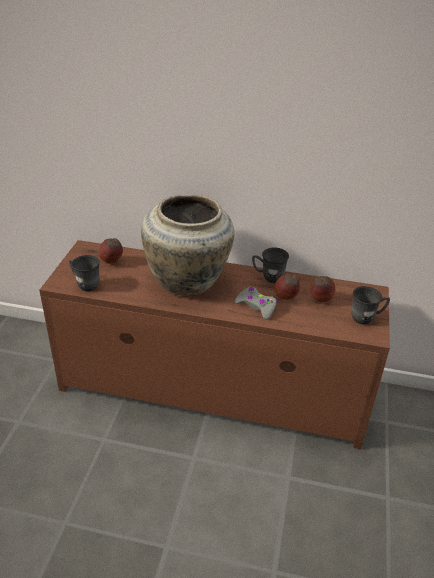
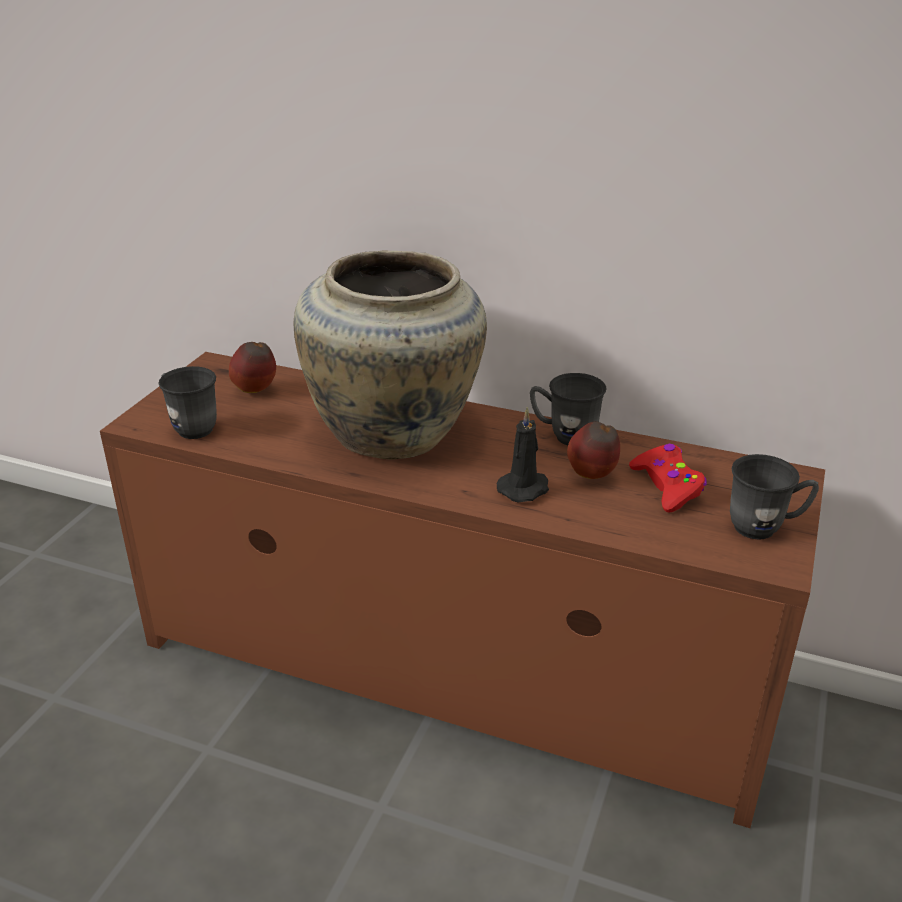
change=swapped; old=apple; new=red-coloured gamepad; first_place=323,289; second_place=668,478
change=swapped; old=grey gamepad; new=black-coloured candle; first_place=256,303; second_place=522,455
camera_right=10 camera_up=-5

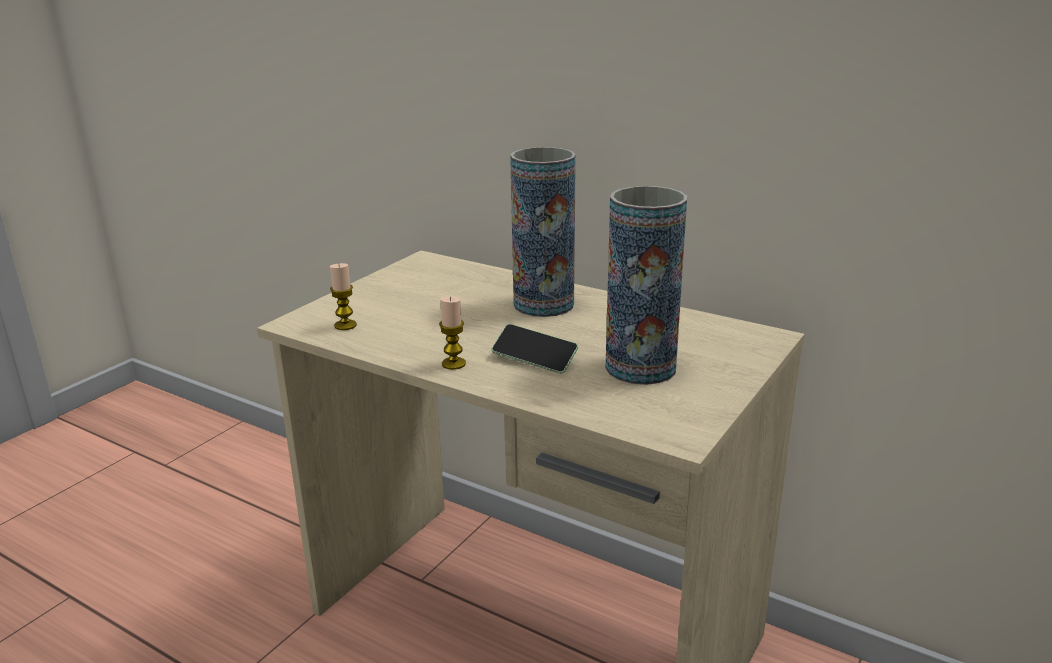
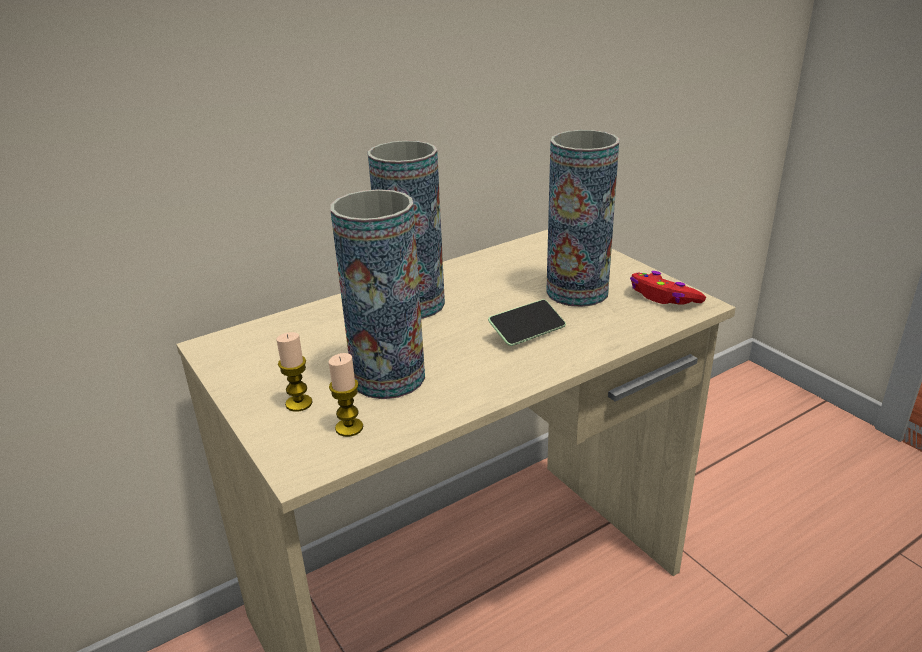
change=shifted; old=candle; first_place=452,333; second_place=294,372
change=new; new=decorative vase; second_place=377,294
change=new; new=red-coloured gamepad; second_place=668,288
camera_right=-65 camera_up=5

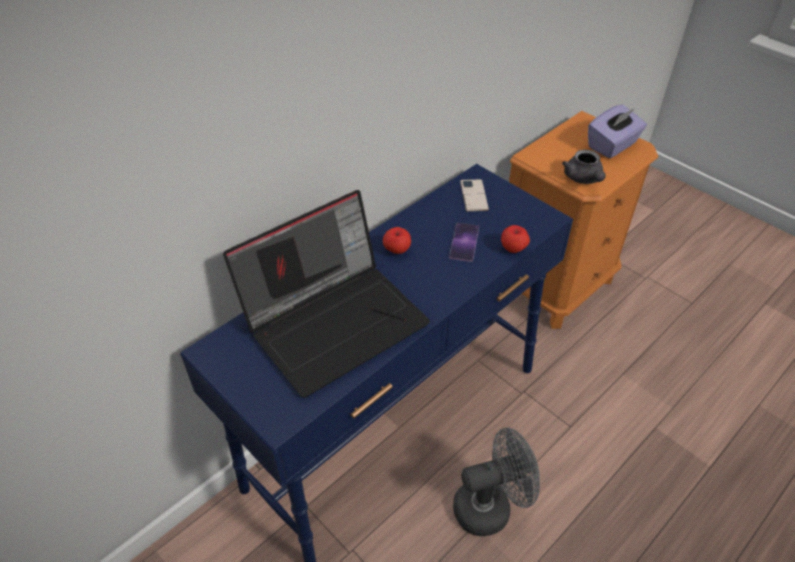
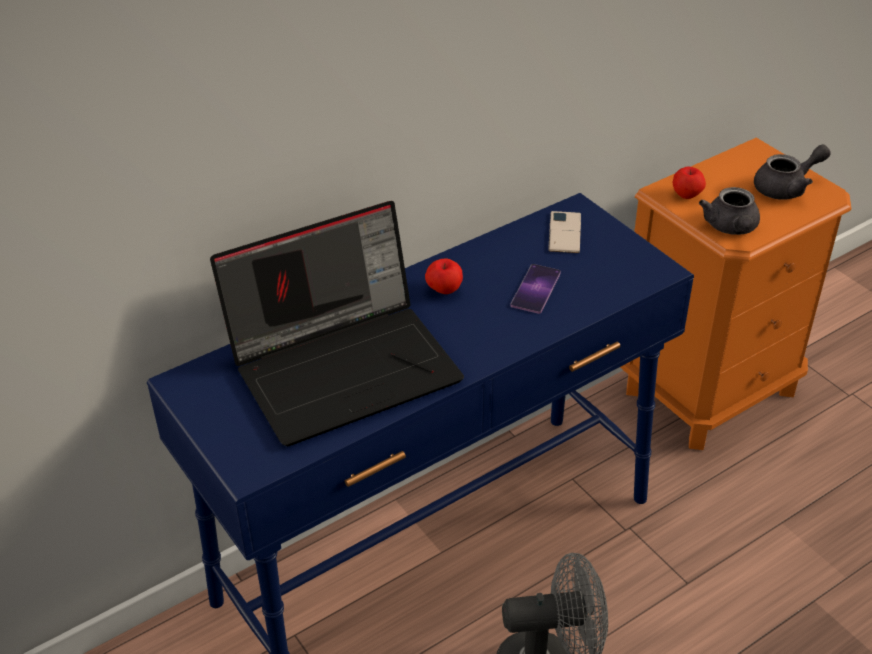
change=swapped; old=purple-coloured tissue box; new=grey teapot; first_place=617,131; second_place=792,172
change=shifted; old=apple; first_place=515,239; second_place=689,182
camera_right=10 camera_up=-5

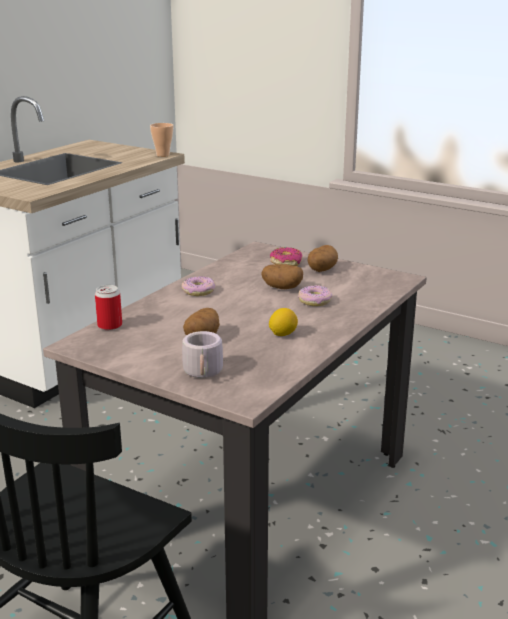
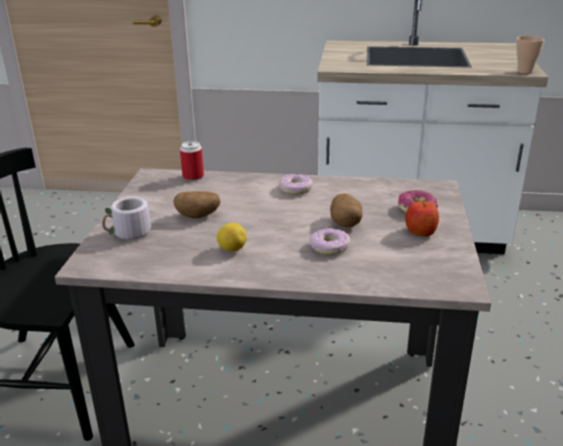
change=swapped; old=whole potato; new=apple; first_place=322,258; second_place=422,219
camera_right=65 camera_up=5

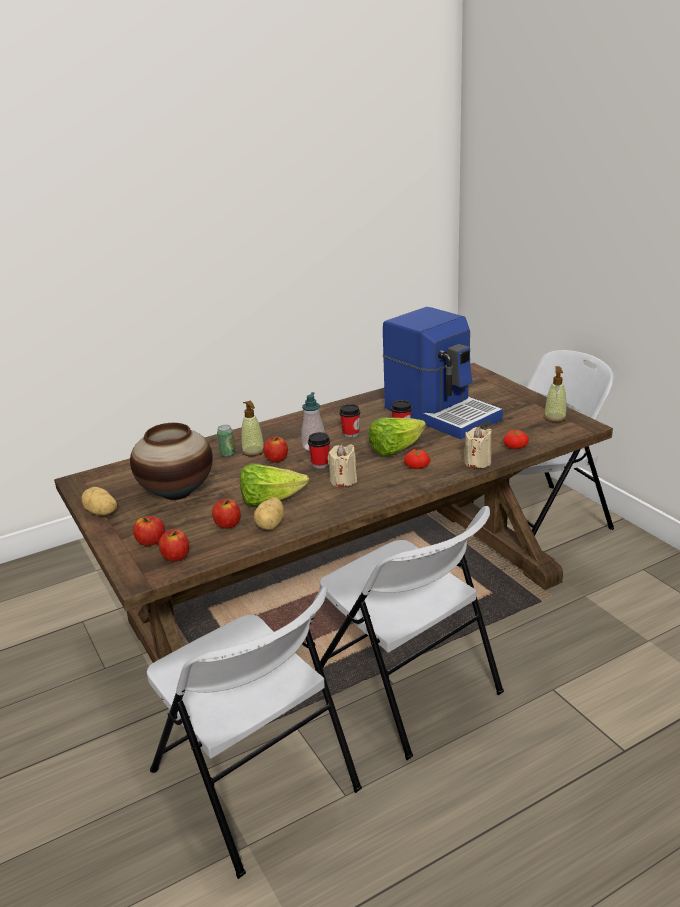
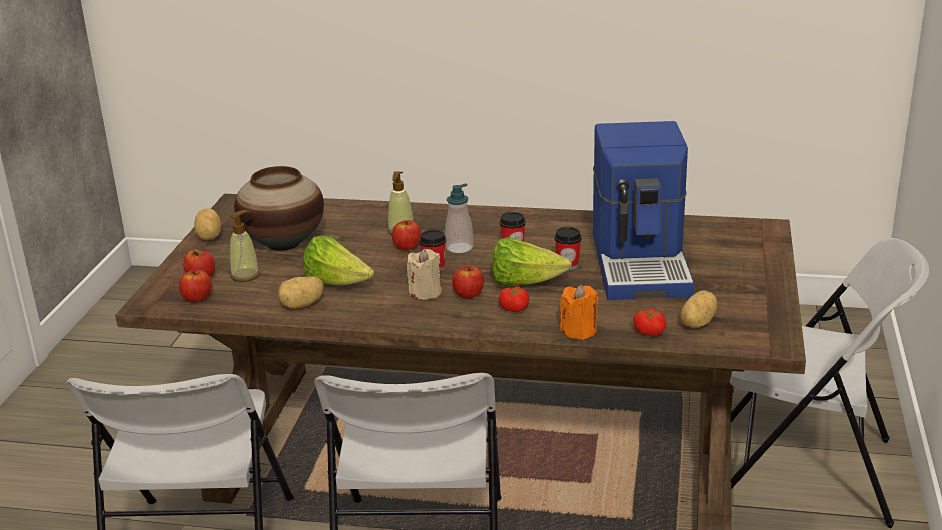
change=shifted; old=soap dispenser; first_place=555,394; second_place=245,246
change=gone; old=can; first_place=226,441
change=repainted; old=sand-coloured candle; new=orange candle; first_place=478,447; second_place=579,312
change=shifted; old=apple; first_place=226,514; second_place=468,282
change=new; new=whole potato; second_place=698,309
camera_right=40 camera_up=0

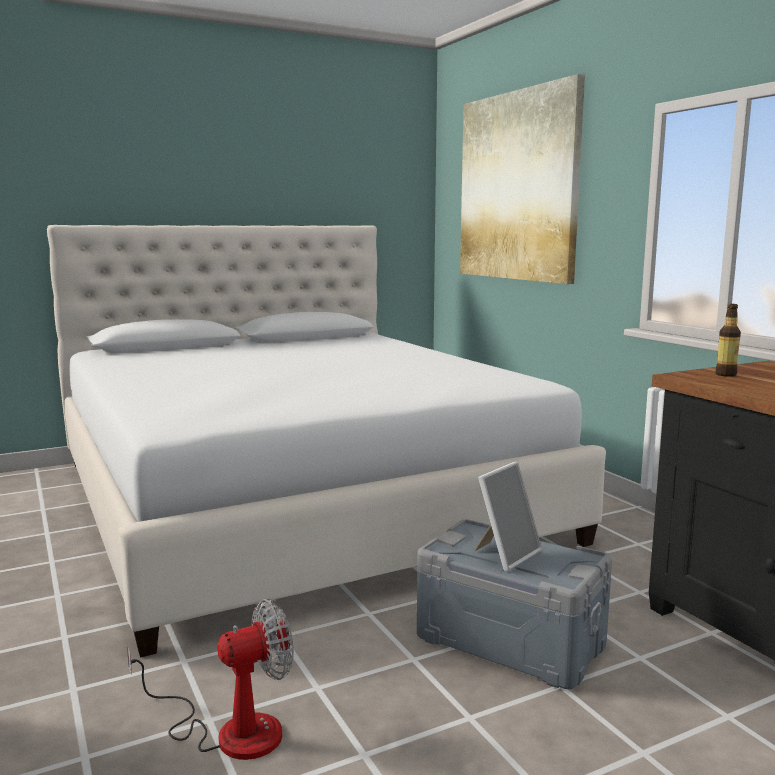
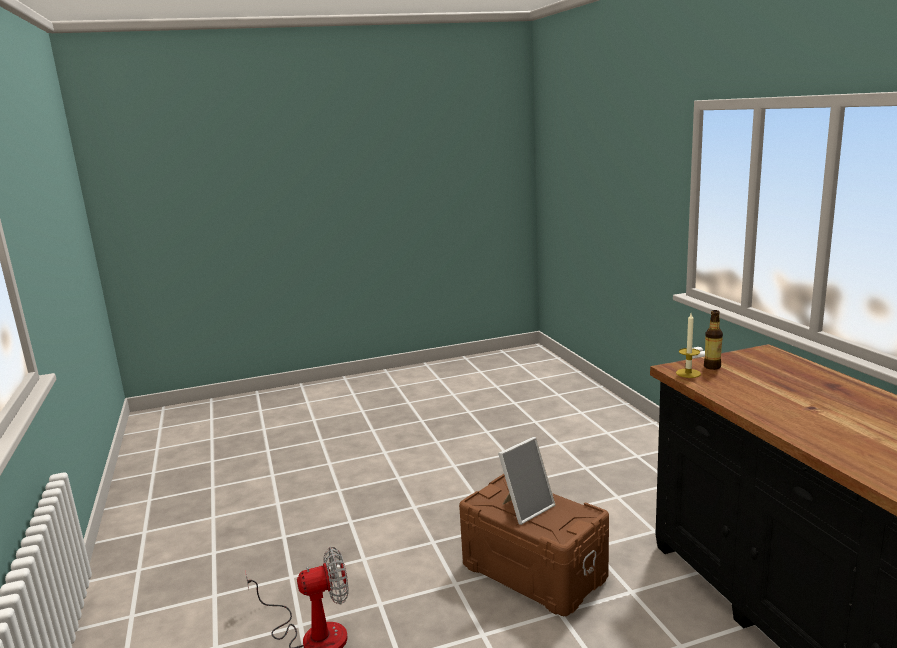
change=gone; old=wall picture; first_place=522,179
change=gone; old=white-coloured bed; first_place=326,441
change=repainted; old=grey storage bin; new=brown storage bin; first_place=514,604; second_place=534,545
change=new; new=candle; second_place=688,345
camera_right=10 camera_up=5

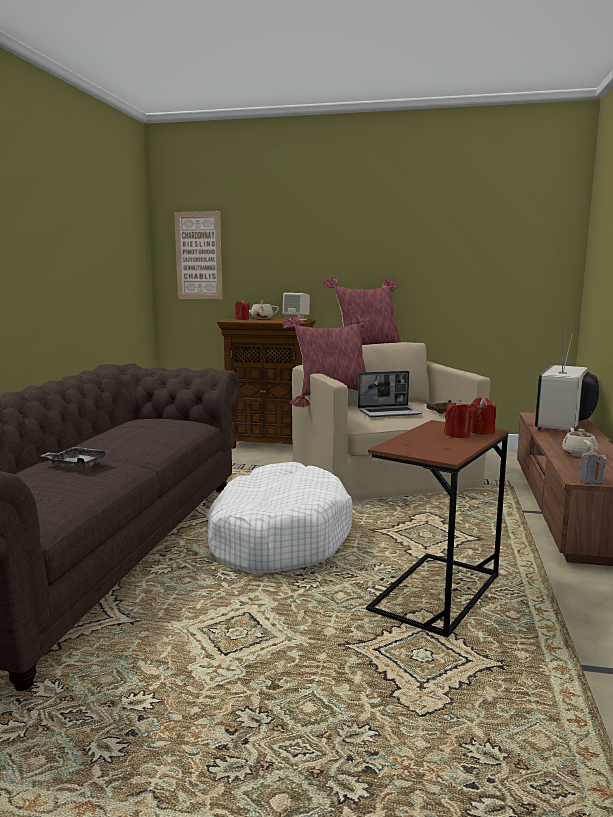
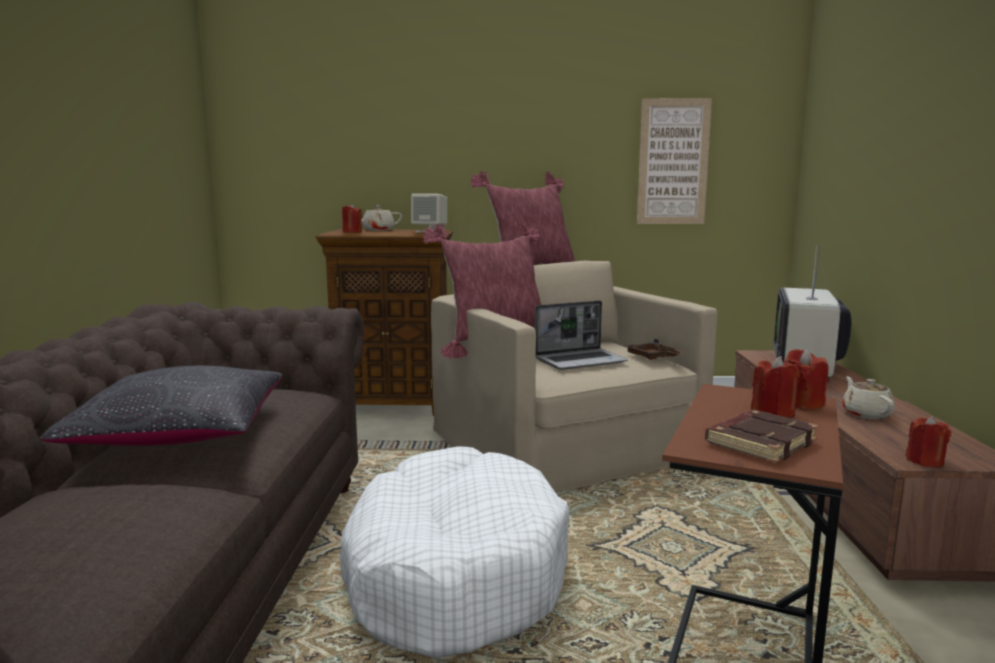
change=shifted; old=wall picture; first_place=198,255; second_place=674,161
change=gone; old=grey tray; first_place=75,458
change=repainted; old=grey candle; new=red-coloured candle; first_place=593,467; second_place=928,441
change=new; new=black-coloured throw pillow; second_place=161,406
change=new; new=brown volume; second_place=761,436
camera_right=-10 camera_up=0

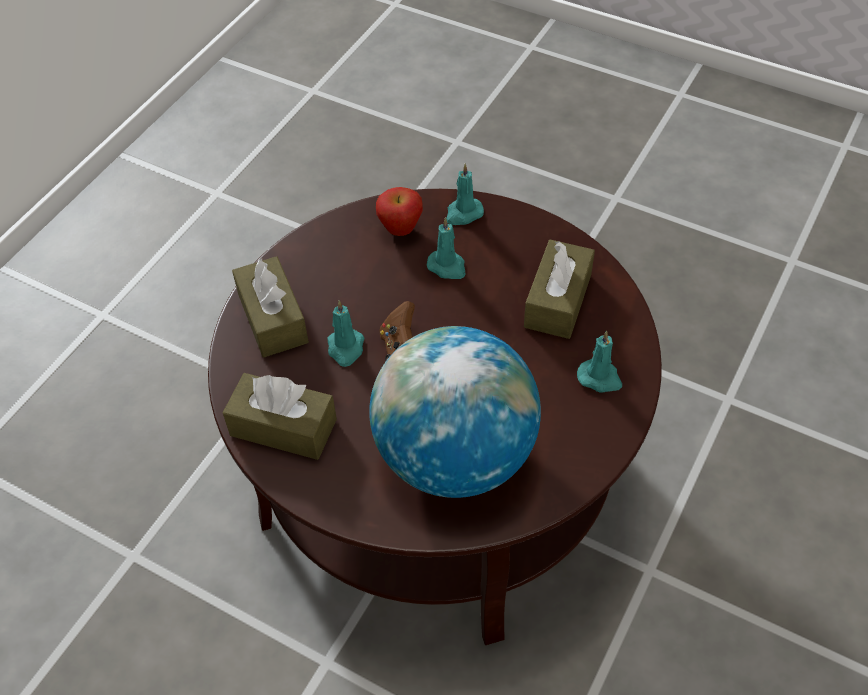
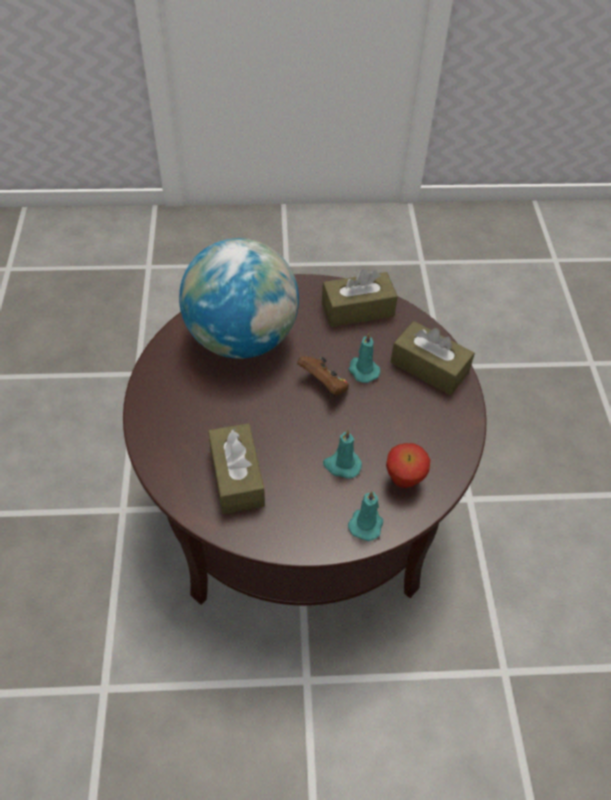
change=gone; old=turquoise candle; first_place=599,361
camera_right=145 camera_up=0

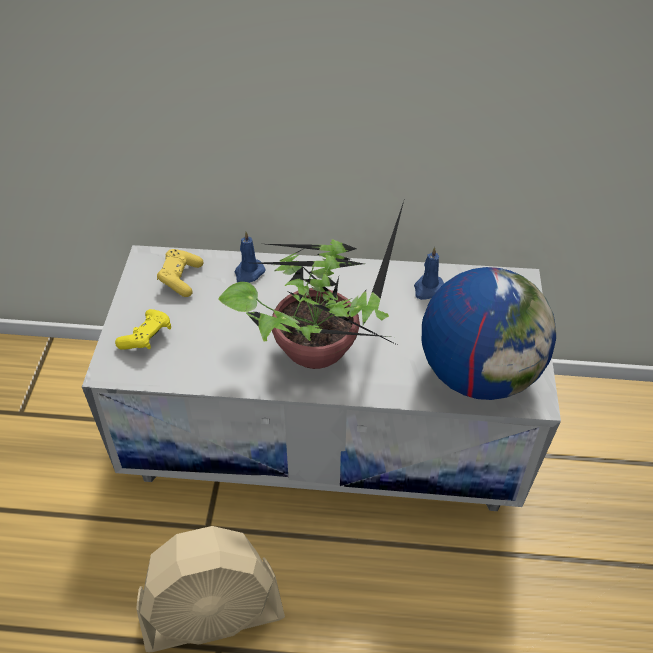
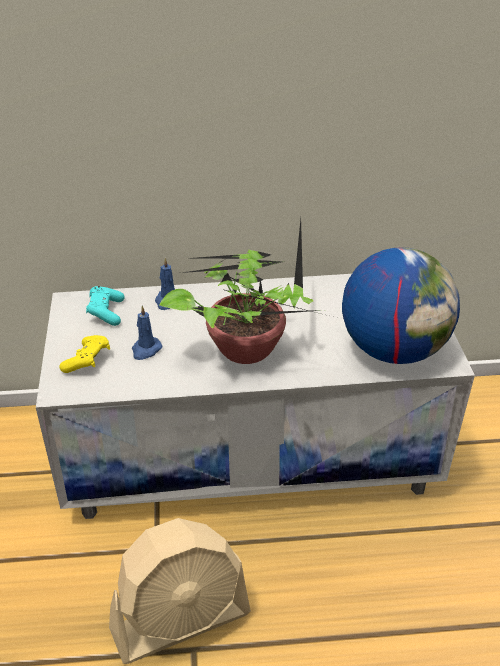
change=shifted; old=blue-coloured candle; first_place=429,273; second_place=147,332
change=repainted; old=yellowish gamepad; new=turquoise gamepad; first_place=180,273; second_place=105,306
camera_right=-10 camera_up=-10

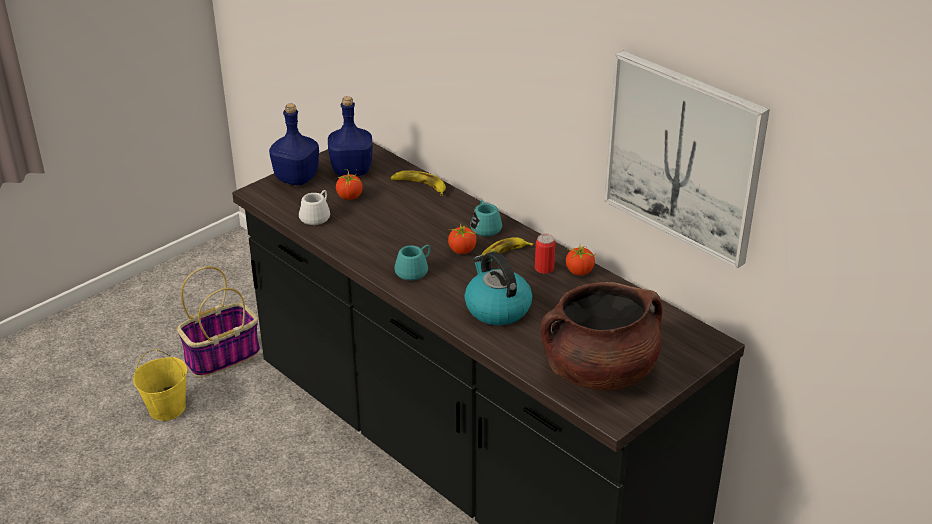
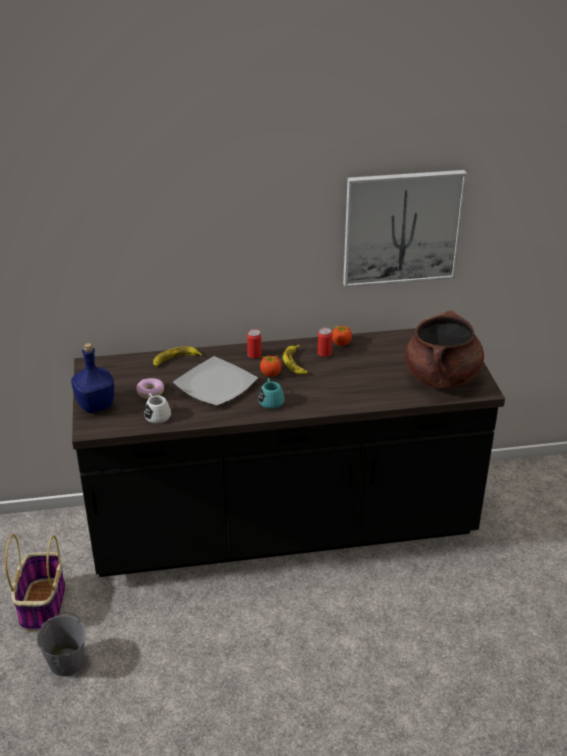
change=gone; old=blue-coloured beverage bottle; first_place=350,136
change=swapped; old=whole tomato; new=doughnut; first_place=349,184; second_place=150,388
change=swapped; old=turquoise mug; new=can; first_place=486,218; second_place=254,344
change=gone; old=tea kettle; first_place=498,288
change=repainted; old=yellowish pail; new=grey pail; first_place=160,385; second_place=61,644
change=new; new=plate; second_place=215,381
camera_right=-55 camera_up=0

